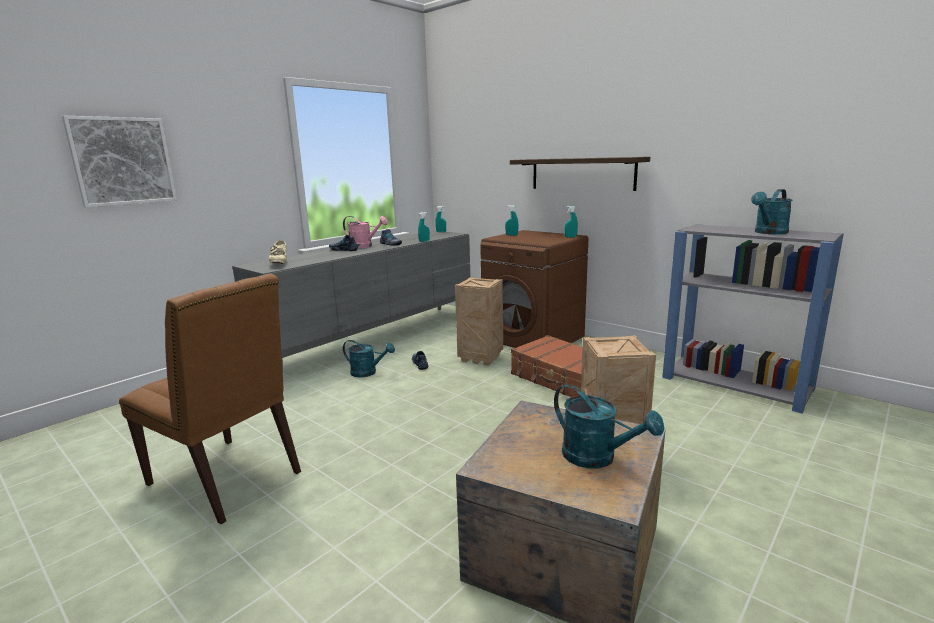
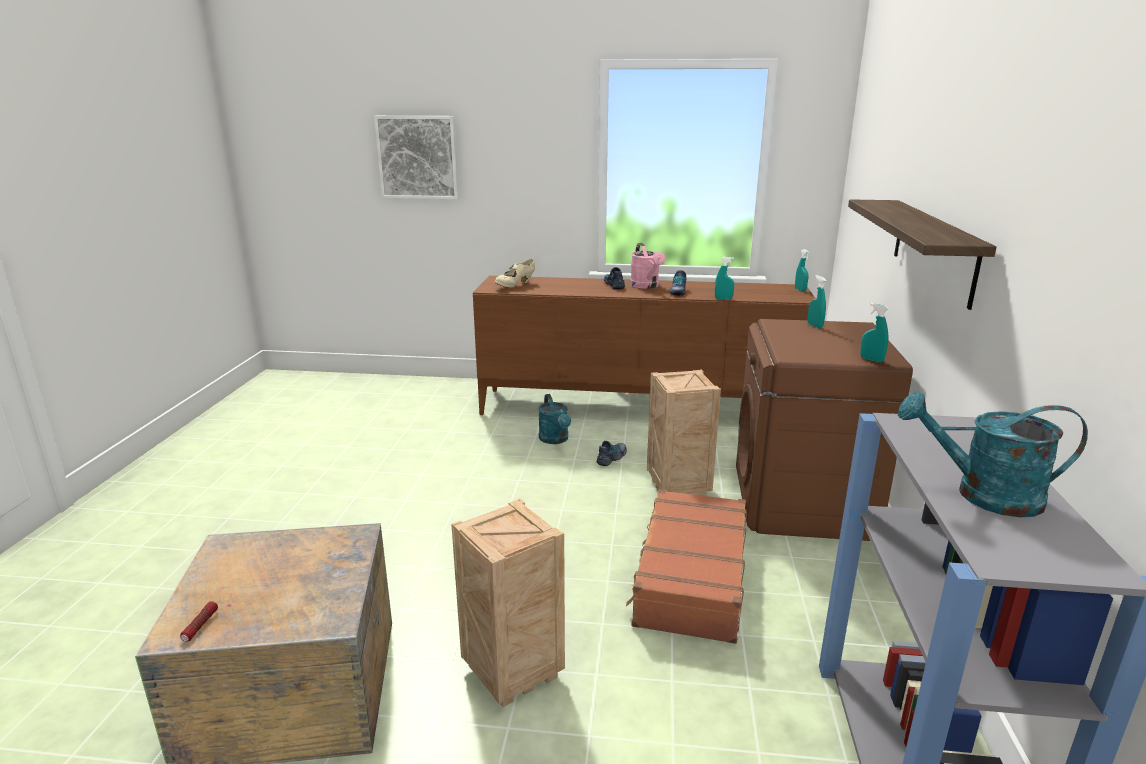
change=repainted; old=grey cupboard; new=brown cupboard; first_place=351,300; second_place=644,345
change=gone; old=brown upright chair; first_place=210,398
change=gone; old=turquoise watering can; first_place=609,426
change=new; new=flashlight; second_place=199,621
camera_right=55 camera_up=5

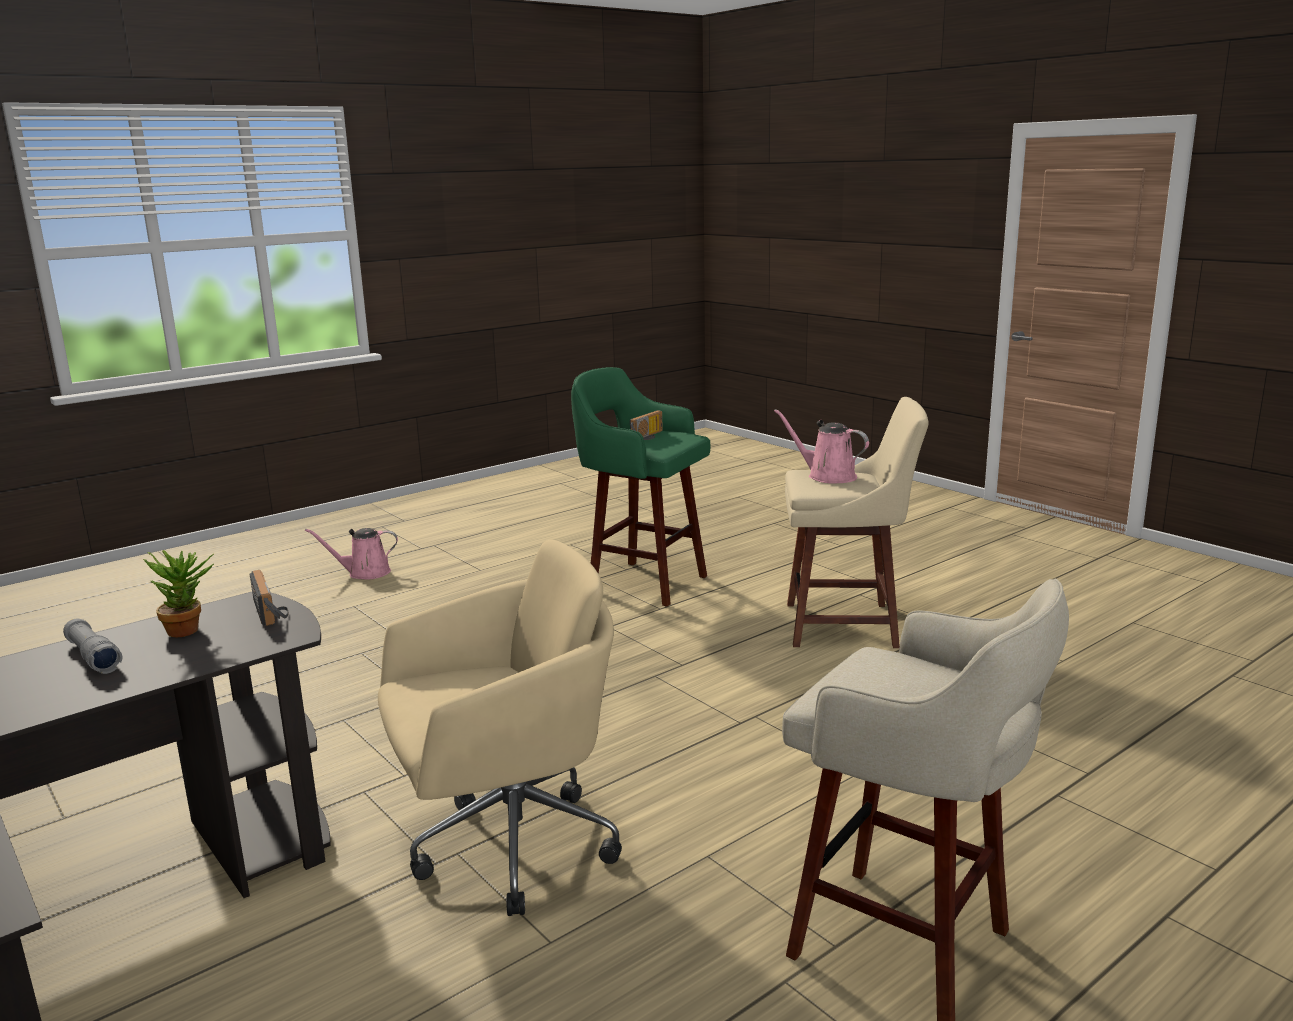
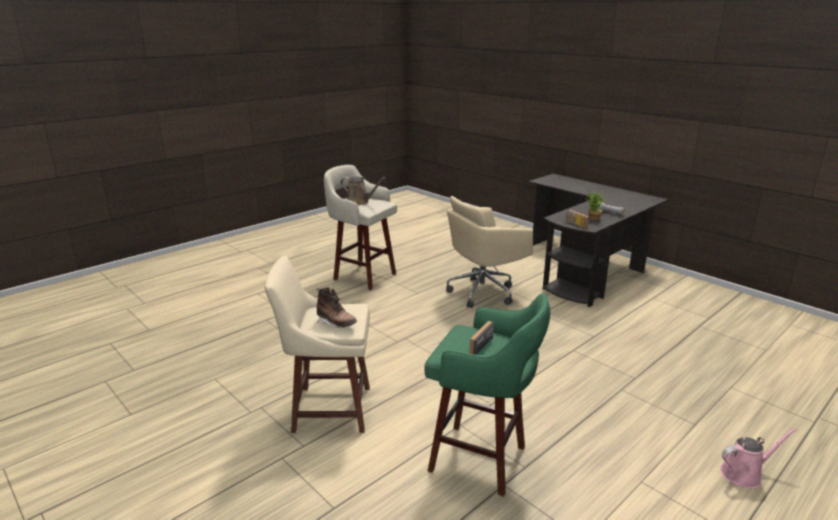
change=swapped; old=pinkish watering can; new=brown tall boot; first_place=821,446; second_place=336,307
change=new; new=brown watering can; second_place=363,190
camera_right=175 camera_up=5

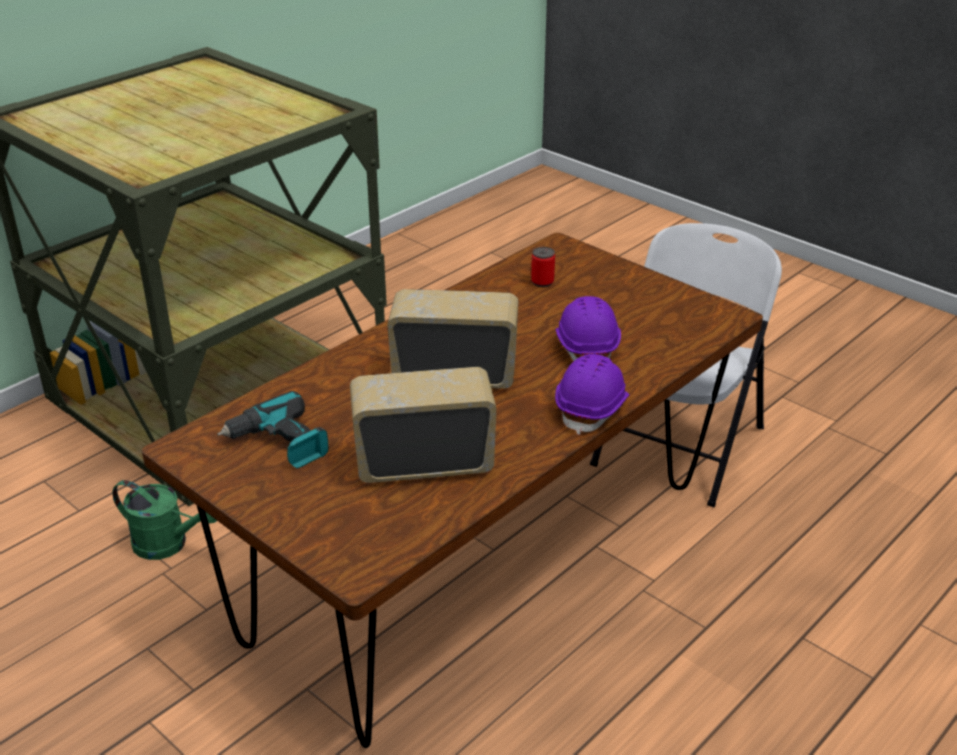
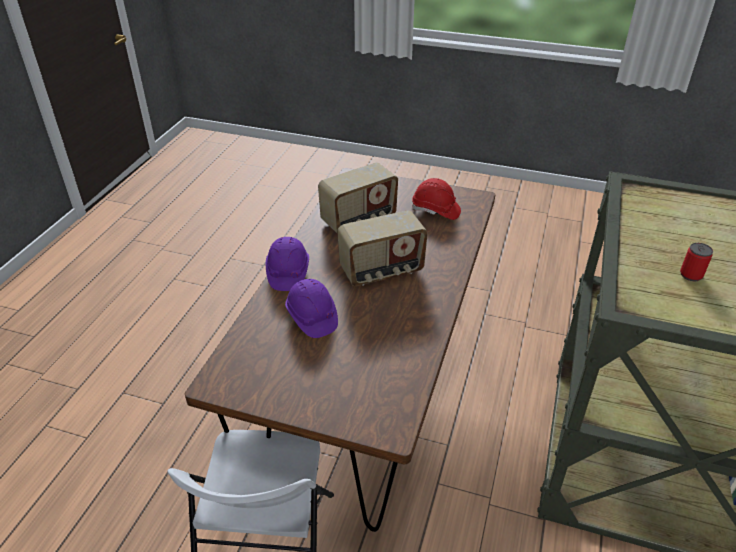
change=shifted; old=can; first_place=543,267; second_place=696,262
change=swapped; old=electric drill; new=red-coloured safety helmet; first_place=273,429; second_place=436,199
change=gone; old=green-coloured watering can; first_place=164,520
camera_right=155 camera_up=5

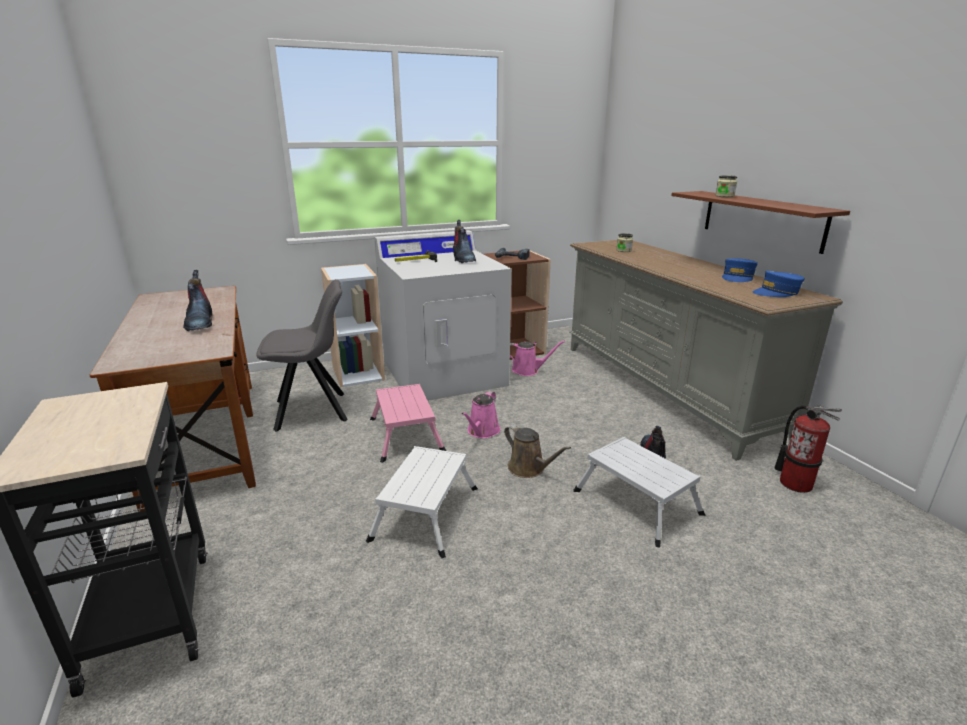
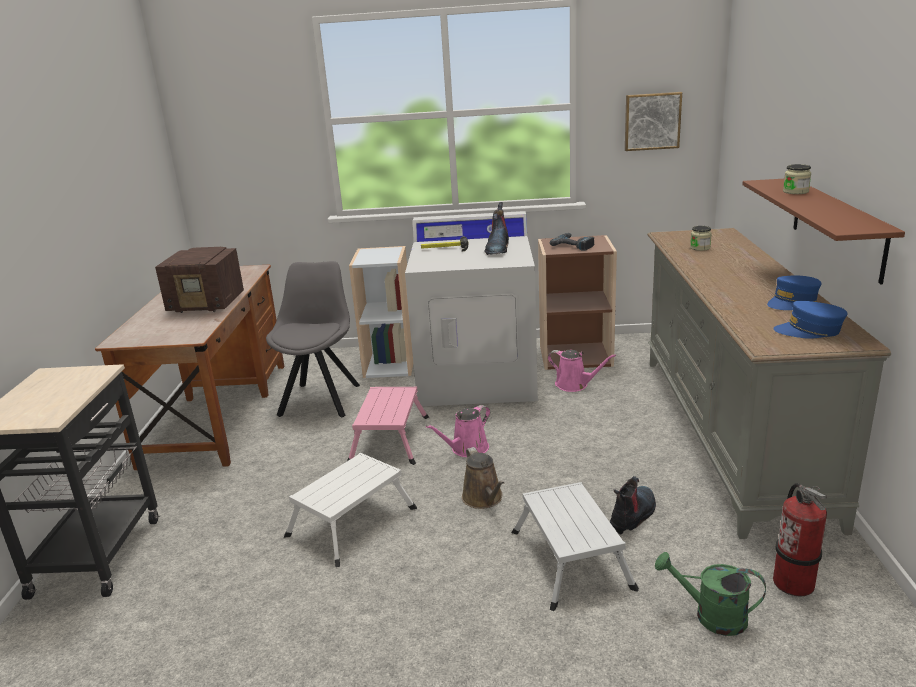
change=swapped; old=tall boot; new=radio receiver; first_place=198,300; second_place=199,280
change=rotated; old=grey upright chair; first_place=302,355; second_place=313,339; degrees=-90
change=new; new=wall picture; second_place=653,121
change=new; new=green-coloured watering can; second_place=710,594
camera_right=25 camera_up=0

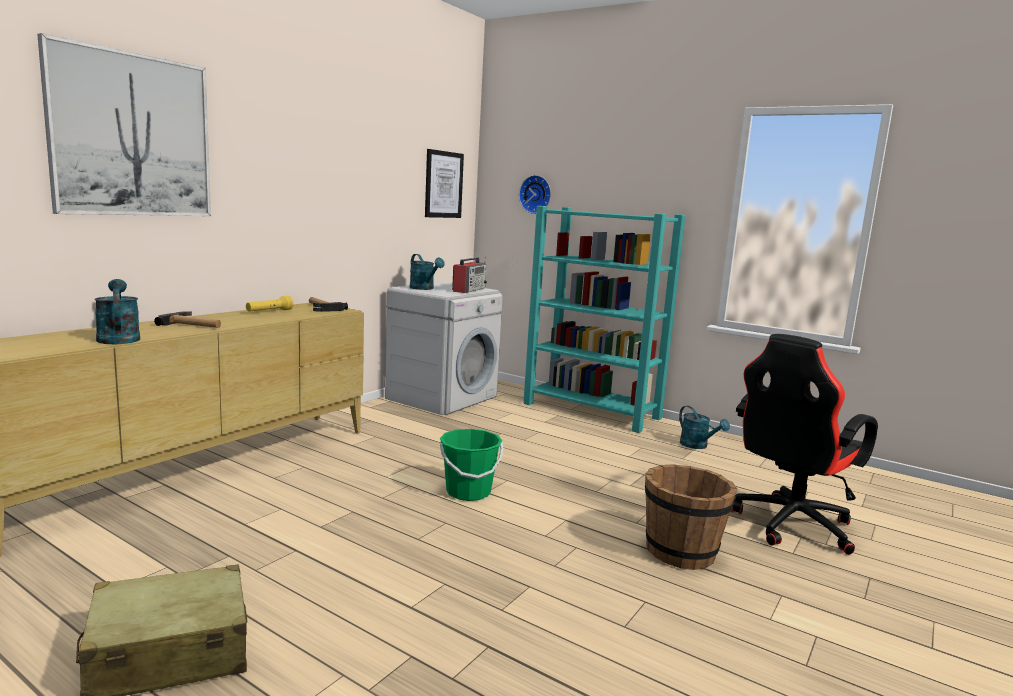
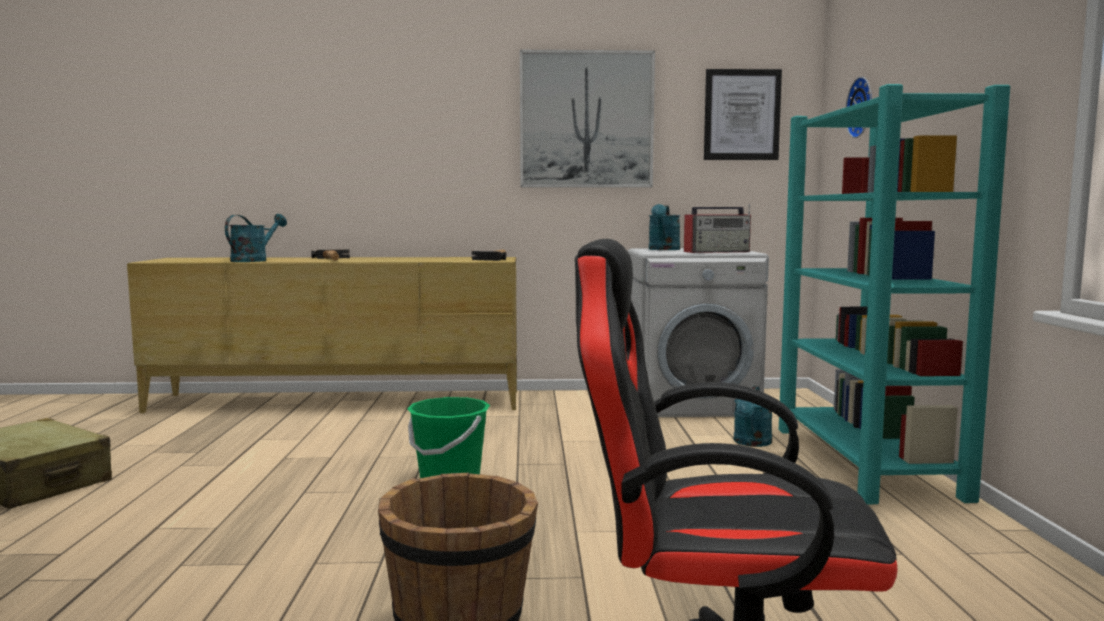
change=shifted; old=wall picture; first_place=124,124; second_place=587,119
change=gone; old=yellowish flashlight; first_place=269,304
change=shifted; old=turquoise watering can; first_place=704,427; second_place=752,416
camera_right=55 camera_up=-5

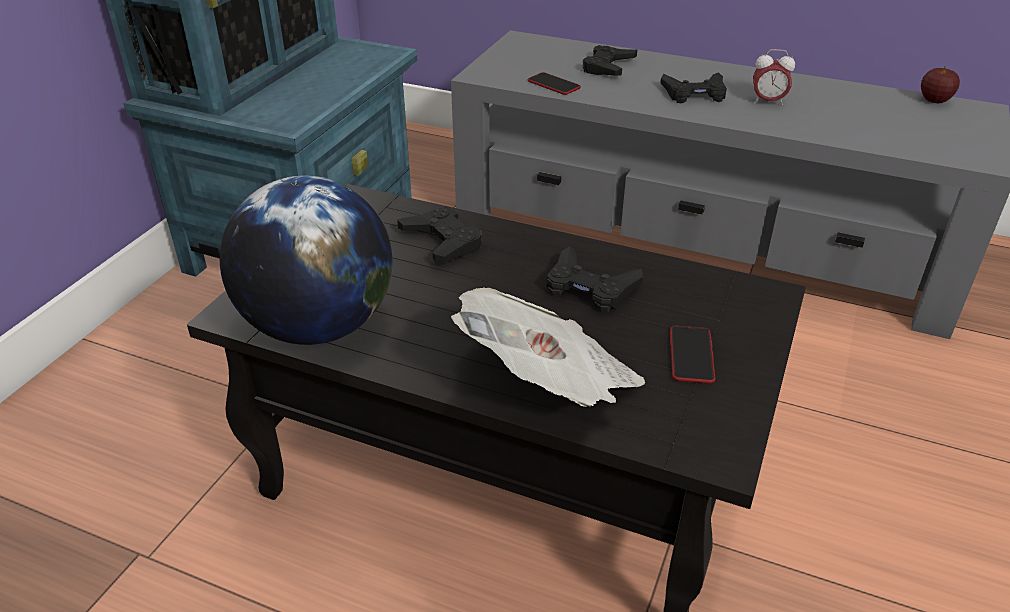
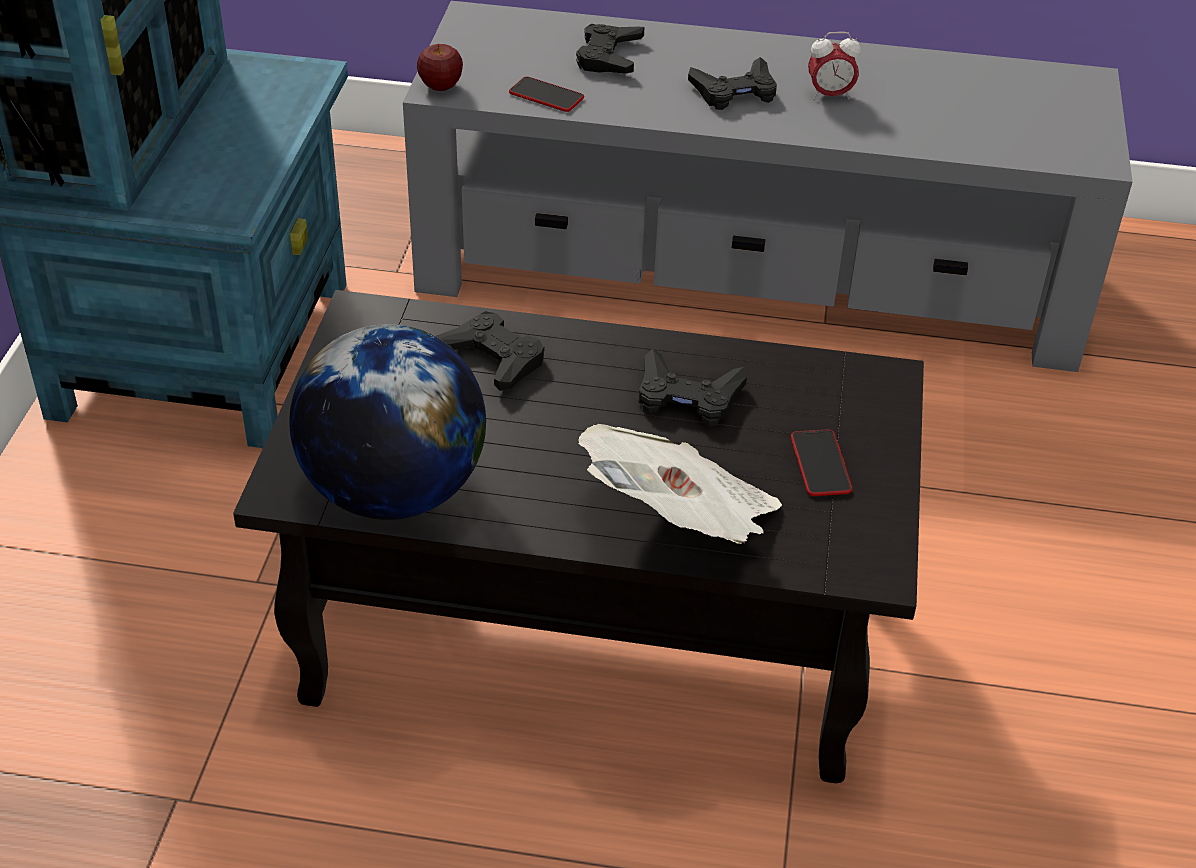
change=shifted; old=apple; first_place=940,84; second_place=440,67
camera_right=-15 camera_up=5

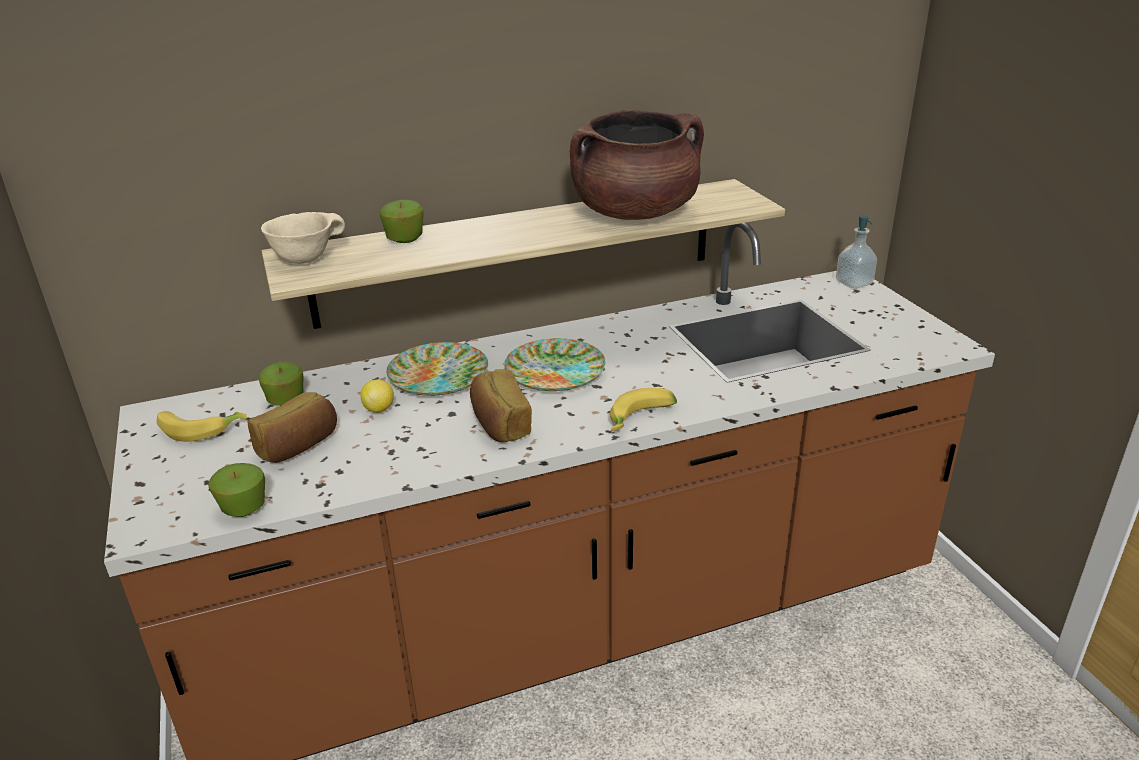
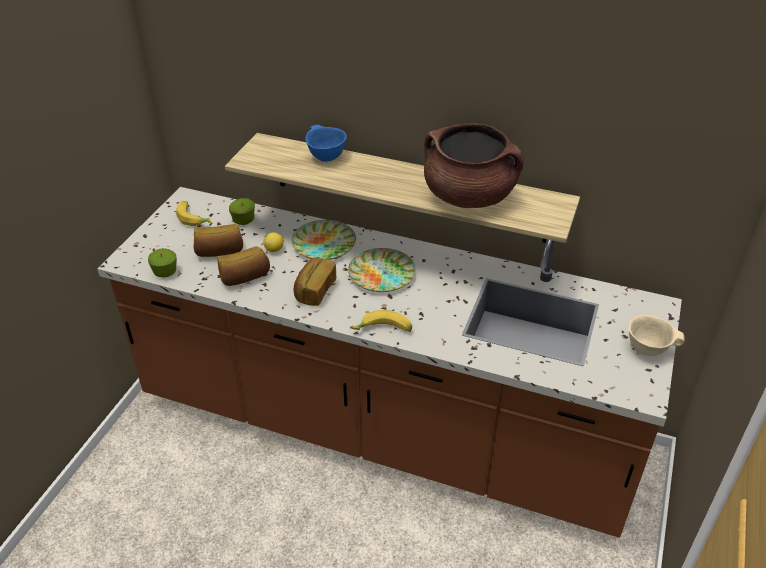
change=swapped; old=apple; new=blue-coloured deep dish; first_place=401,221; second_place=326,143
change=shifted; old=sand-coloured deep dish; first_place=303,238; second_place=656,335
change=gone; old=soap dispenser; first_place=856,252
change=new; new=baked bread; second_place=244,266
camera_right=40 camera_up=10

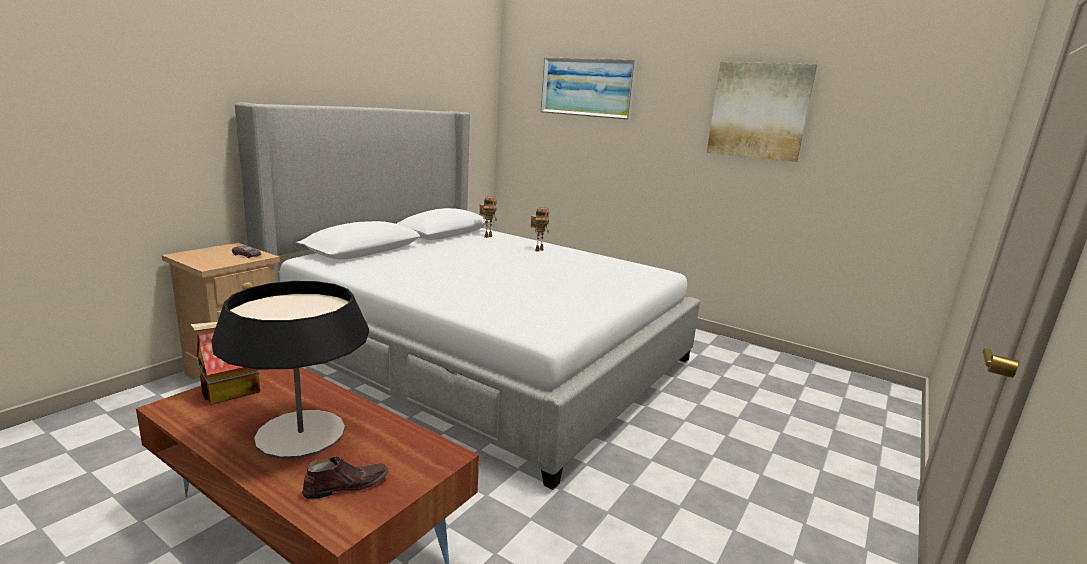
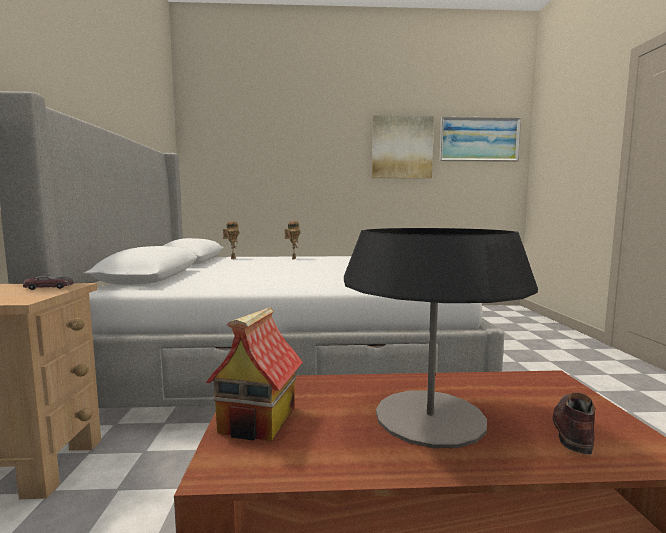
change=shifted; old=wall picture; first_place=589,88; second_place=480,139
camera_right=-35 camera_up=-10

